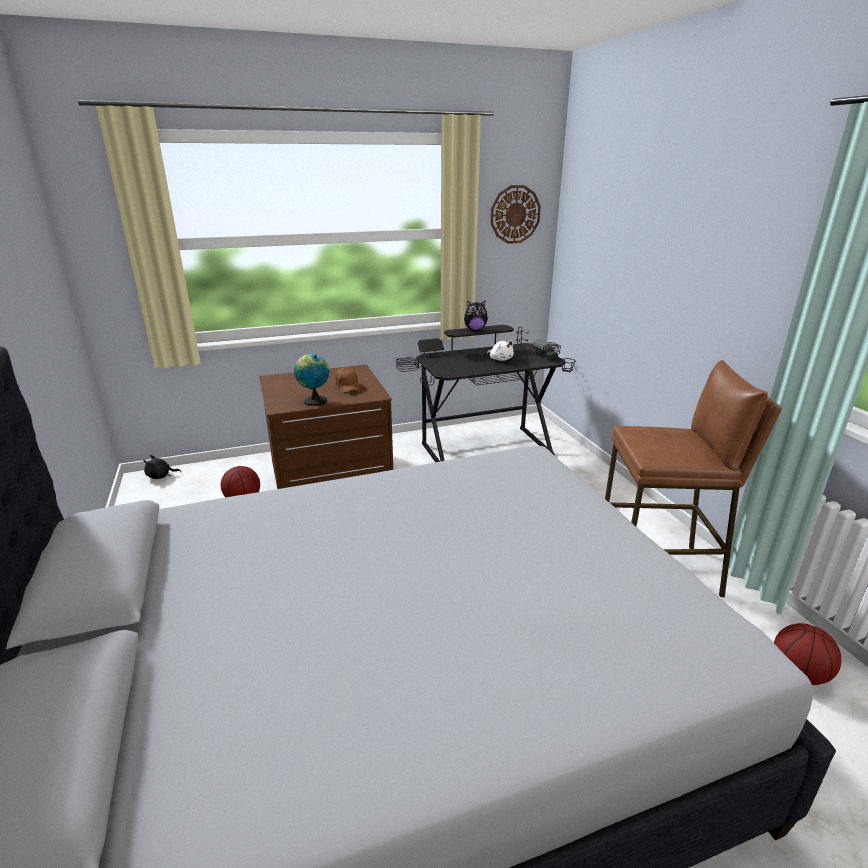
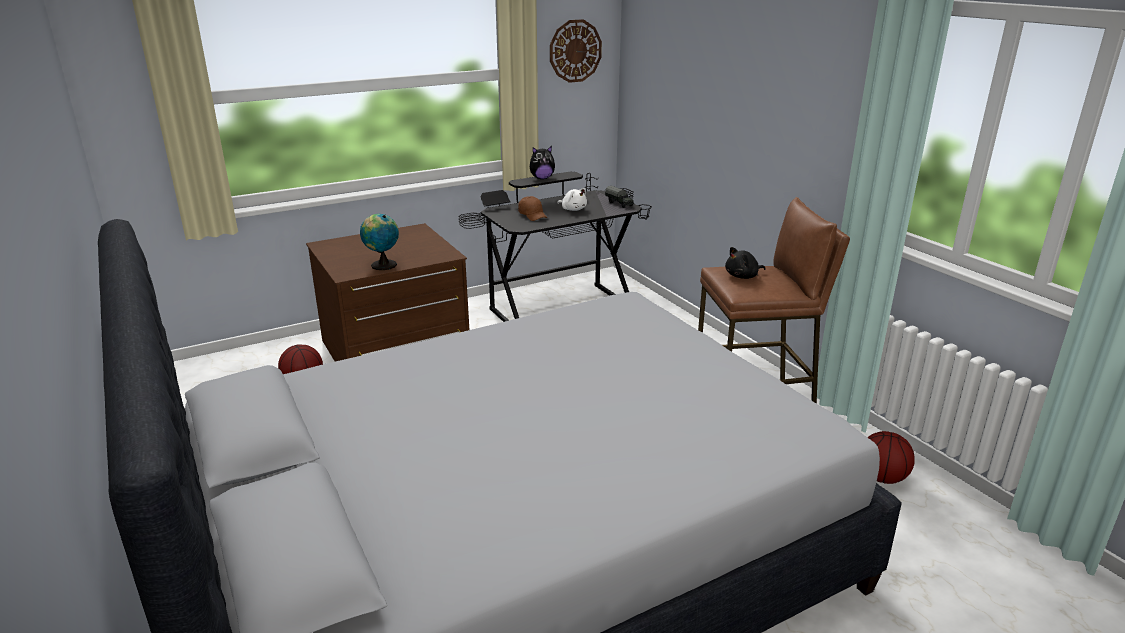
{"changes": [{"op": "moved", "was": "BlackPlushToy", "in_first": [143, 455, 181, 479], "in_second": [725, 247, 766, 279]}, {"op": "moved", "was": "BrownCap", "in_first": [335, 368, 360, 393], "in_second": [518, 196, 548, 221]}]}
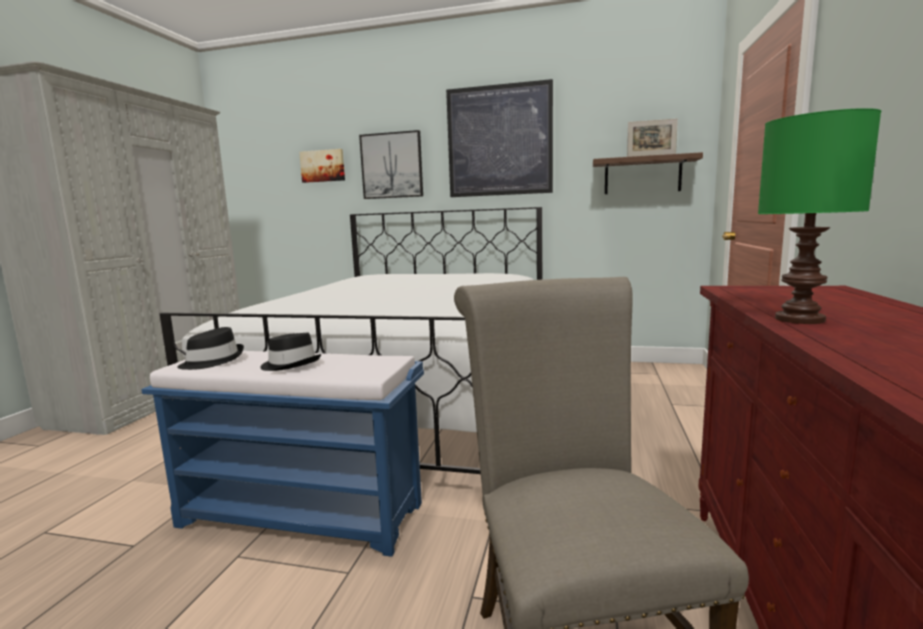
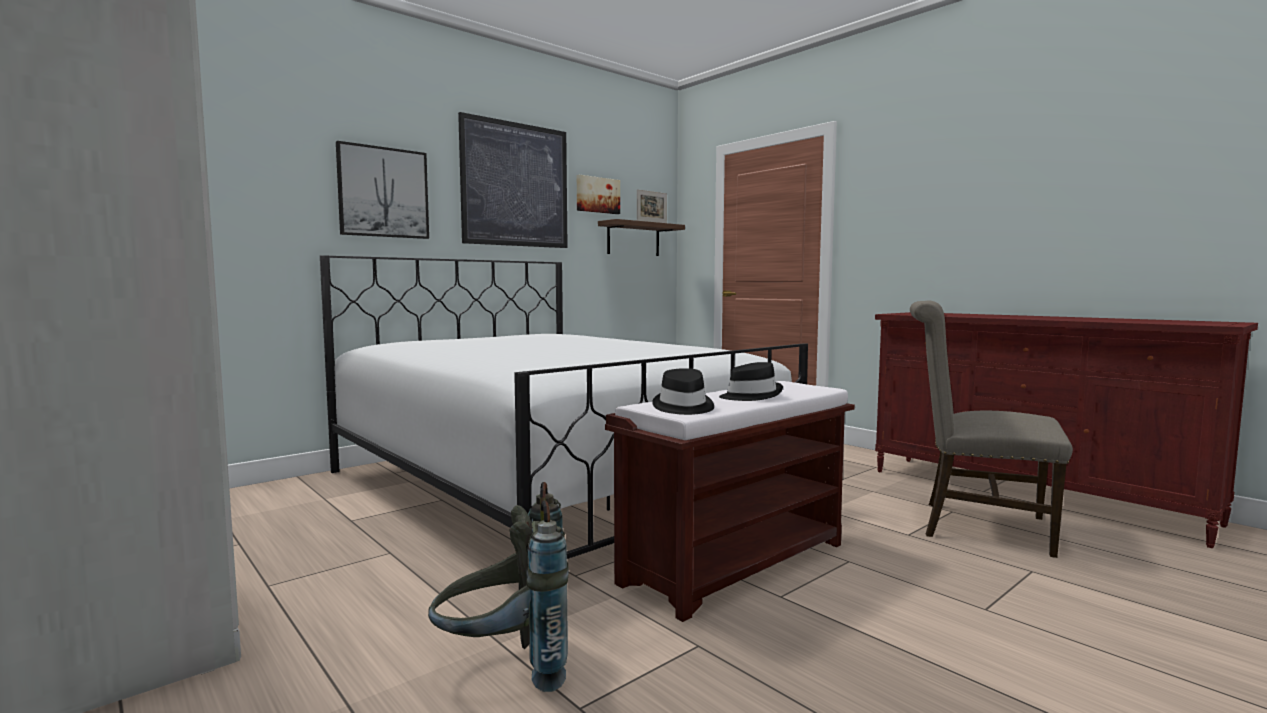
{"changes": [{"op": "removed", "was": "GreenTableLamp", "in_first": [758, 108, 881, 324]}, {"op": "added", "now": "GreyBackpack", "in_second": [428, 482, 569, 692]}, {"op": "moved", "was": "Picture", "in_first": [299, 149, 345, 183], "in_second": [577, 175, 620, 214]}, {"op": "recoloured", "was": "BlueBench", "now": "BrownBench", "in_first": [141, 351, 424, 557], "in_second": [605, 381, 855, 622]}]}
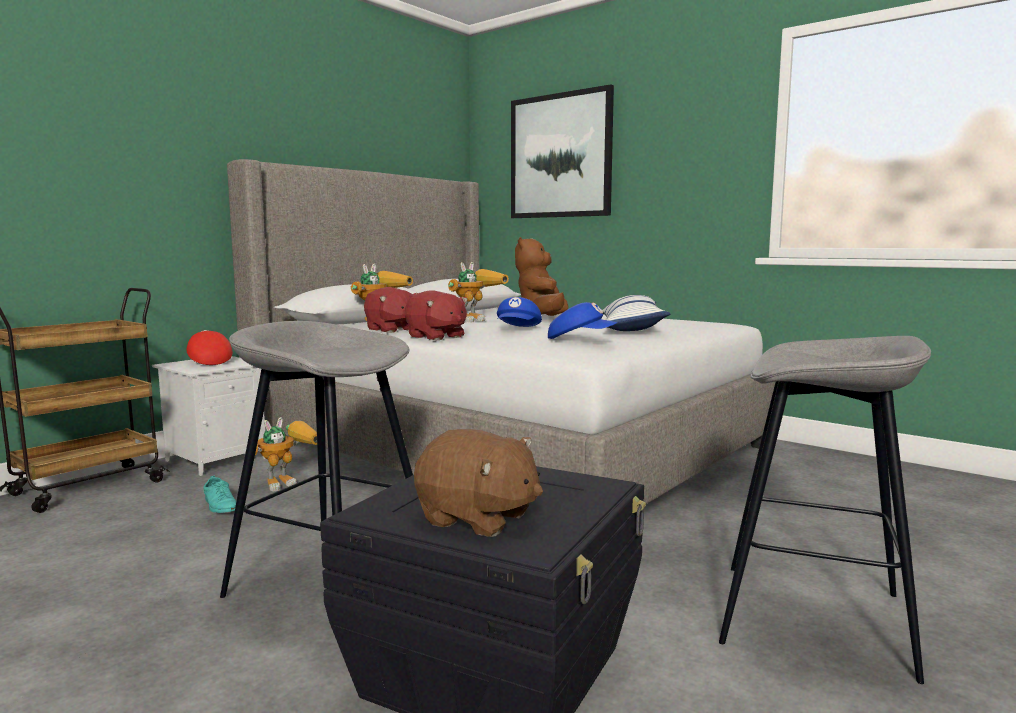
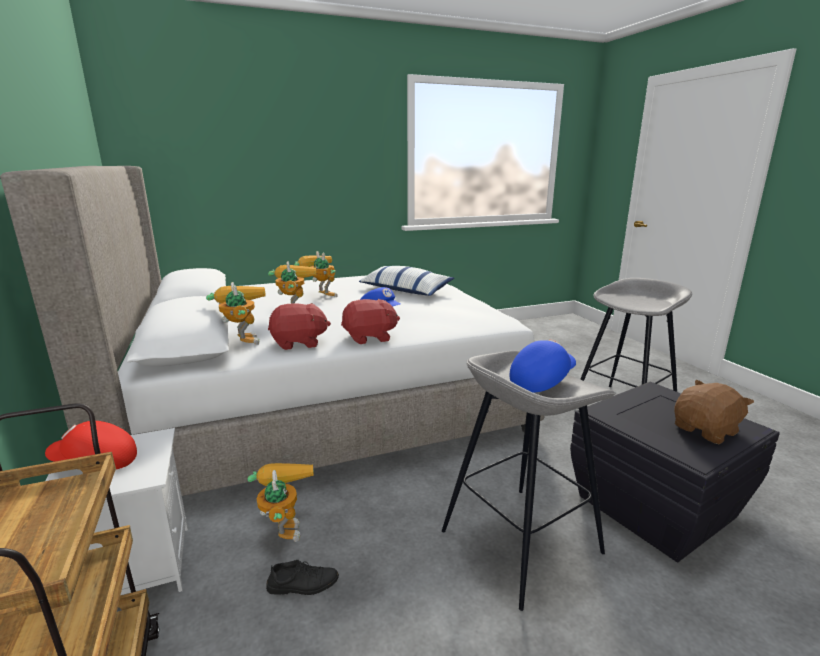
{"changes": [{"op": "removed", "was": "Picture", "in_first": [511, 84, 614, 218]}, {"op": "moved", "was": "BlueCap", "in_first": [548, 302, 617, 339], "in_second": [509, 340, 576, 393]}, {"op": "replaced", "was": "BrownPlushToy", "now": "ToyRobot", "in_first": [515, 237, 569, 316], "in_second": [294, 251, 338, 297]}, {"op": "recoloured", "was": "TurquoiseShoe", "now": "BlackShoe", "in_first": [203, 476, 236, 513], "in_second": [266, 560, 339, 595]}]}
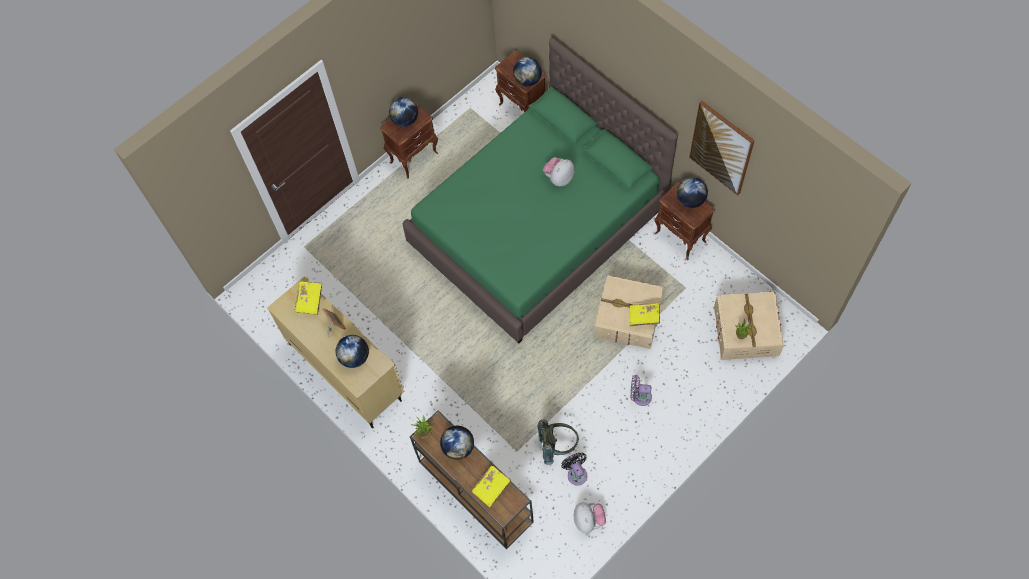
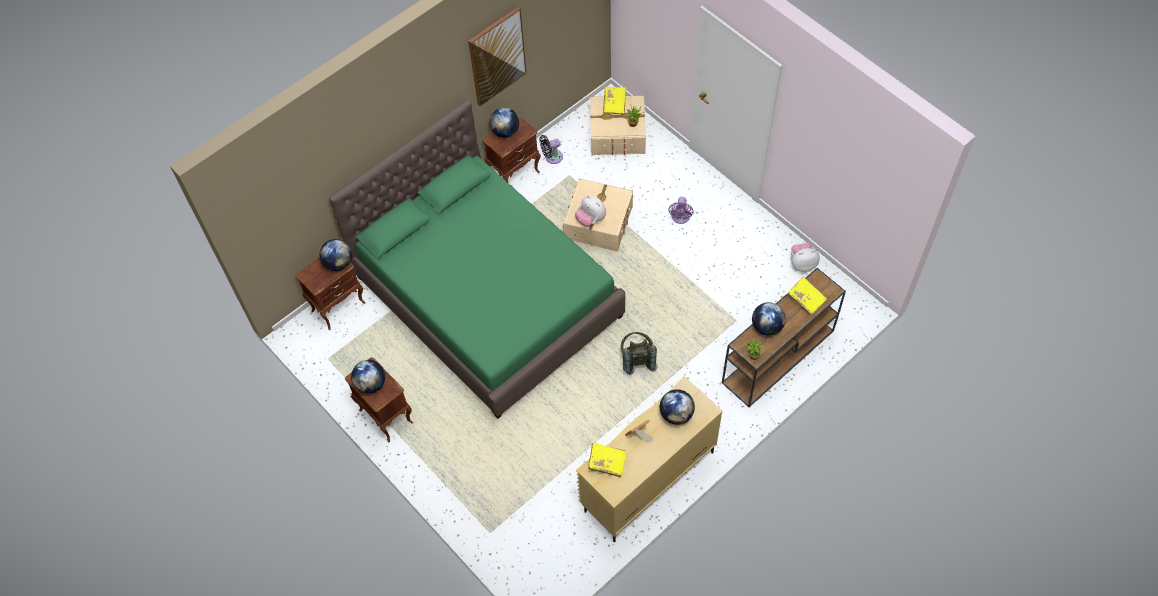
{"changes": [{"op": "moved", "was": "GreyBackpack", "in_first": [537, 420, 579, 465], "in_second": [621, 332, 658, 375]}, {"op": "moved", "was": "PlushToy", "in_first": [543, 157, 575, 186], "in_second": [575, 195, 606, 226]}, {"op": "moved", "was": "BlackFan", "in_first": [561, 453, 587, 486], "in_second": [539, 135, 563, 164]}, {"op": "moved", "was": "YellowBook", "in_first": [629, 302, 660, 326], "in_second": [603, 87, 626, 114]}]}
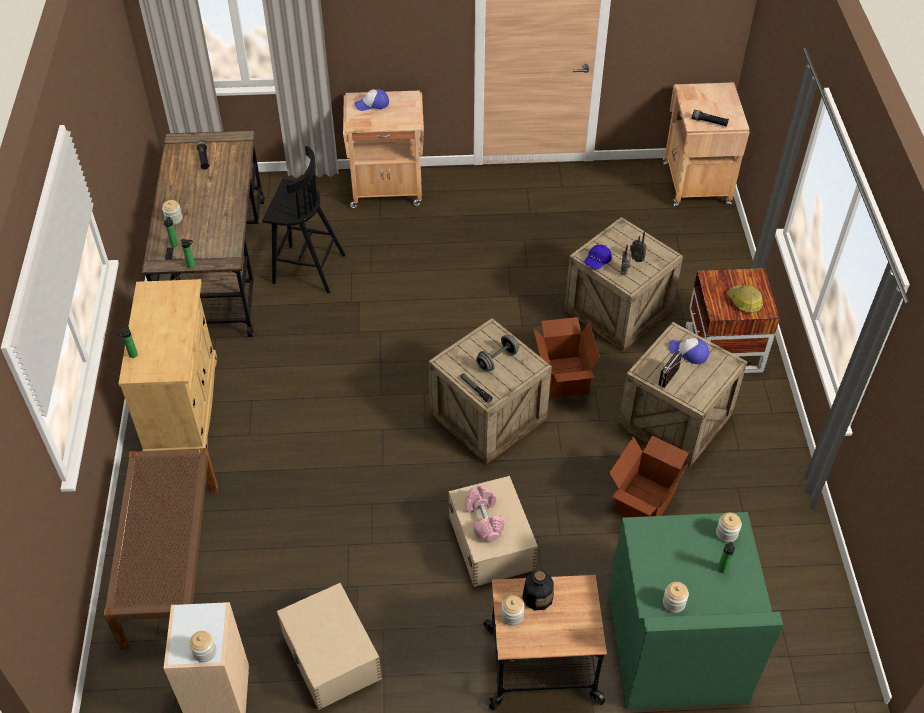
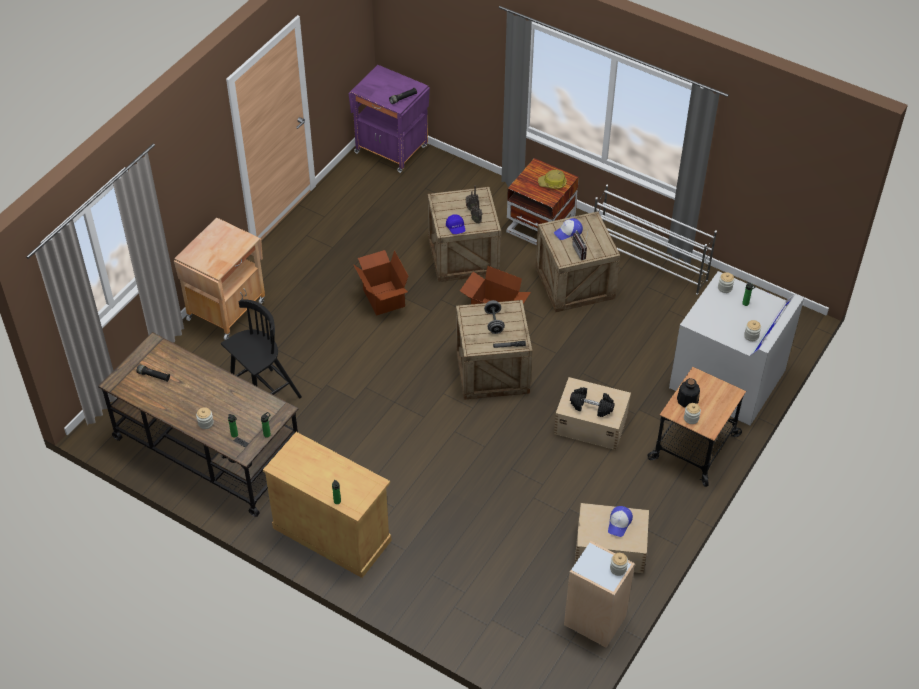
{"changes": [{"op": "removed", "was": "BrownBench", "in_first": [104, 448, 218, 650]}, {"op": "added", "now": "WhiteShoeRack", "in_second": [594, 185, 717, 295]}, {"op": "moved", "was": "Cap", "in_first": [354, 89, 389, 111], "in_second": [608, 506, 633, 537]}, {"op": "moved", "was": "CardboardBox", "in_first": [609, 436, 690, 517], "in_second": [353, 250, 408, 316]}, {"op": "recoloured", "was": "PinkDumbbell", "now": "BlackDumbbell", "in_first": [465, 485, 505, 542], "in_second": [570, 387, 615, 417]}, {"op": "recoloured", "was": "GreenWashingMachine", "now": "WhiteWashingMachine", "in_first": [609, 512, 783, 709], "in_second": [669, 271, 804, 426]}, {"op": "recoloured", "was": "BrownCart", "now": "PurpleCart", "in_first": [663, 82, 750, 206], "in_second": [349, 65, 430, 173]}]}
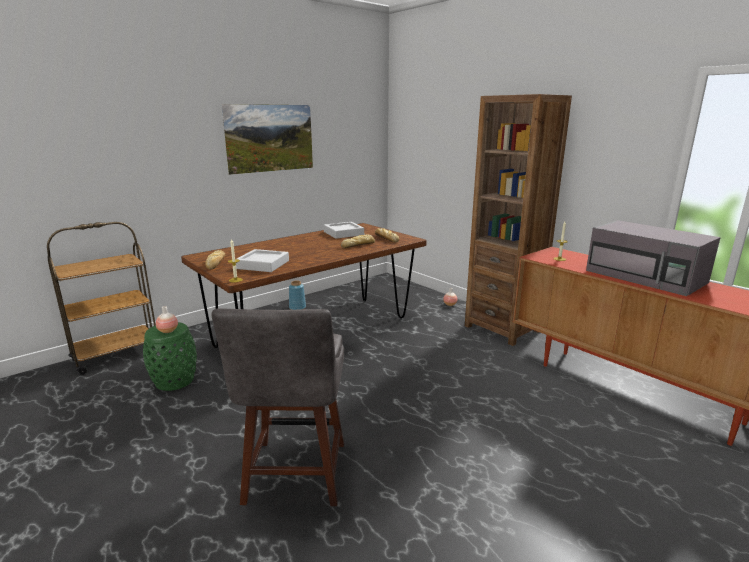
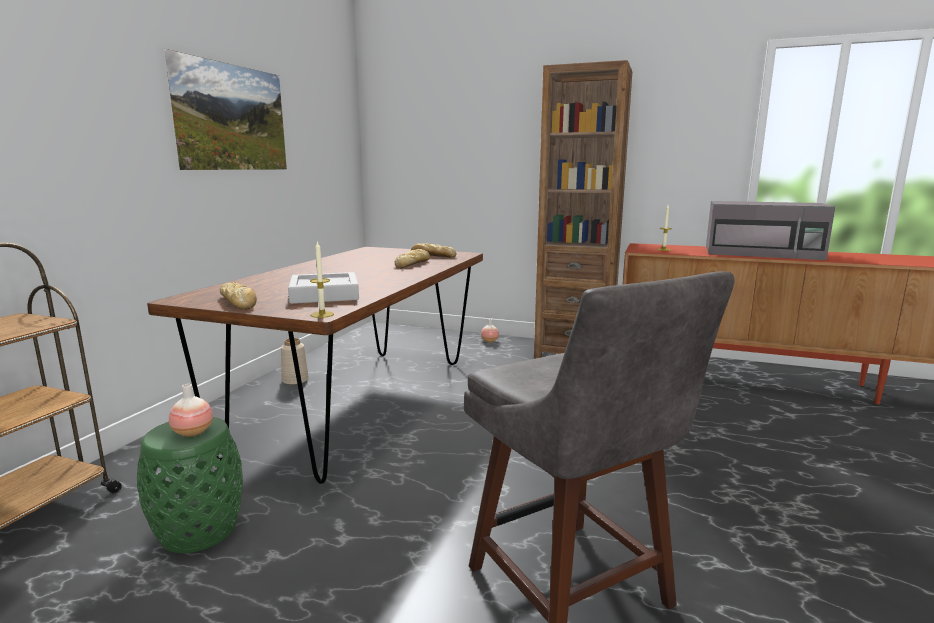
{"changes": [{"op": "removed", "was": "GreyTray", "in_first": [324, 222, 364, 239]}, {"op": "recoloured", "was": "BlueVase", "now": "BeigeVase", "in_first": [289, 281, 306, 310], "in_second": [281, 338, 309, 385]}]}
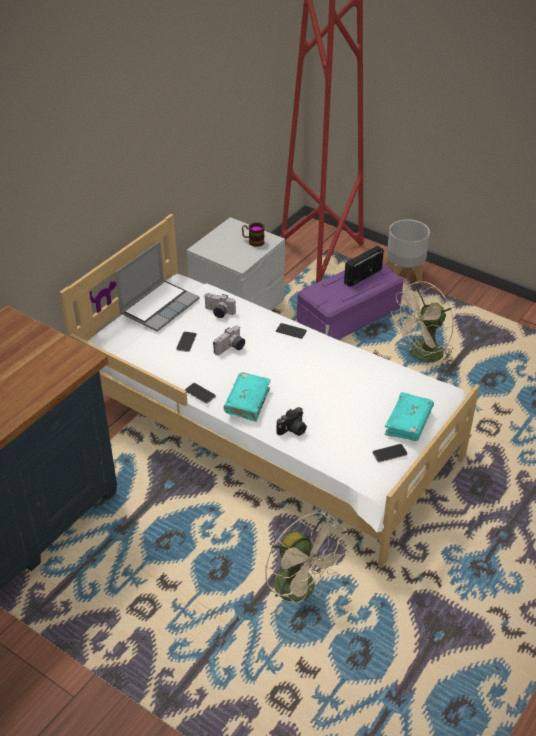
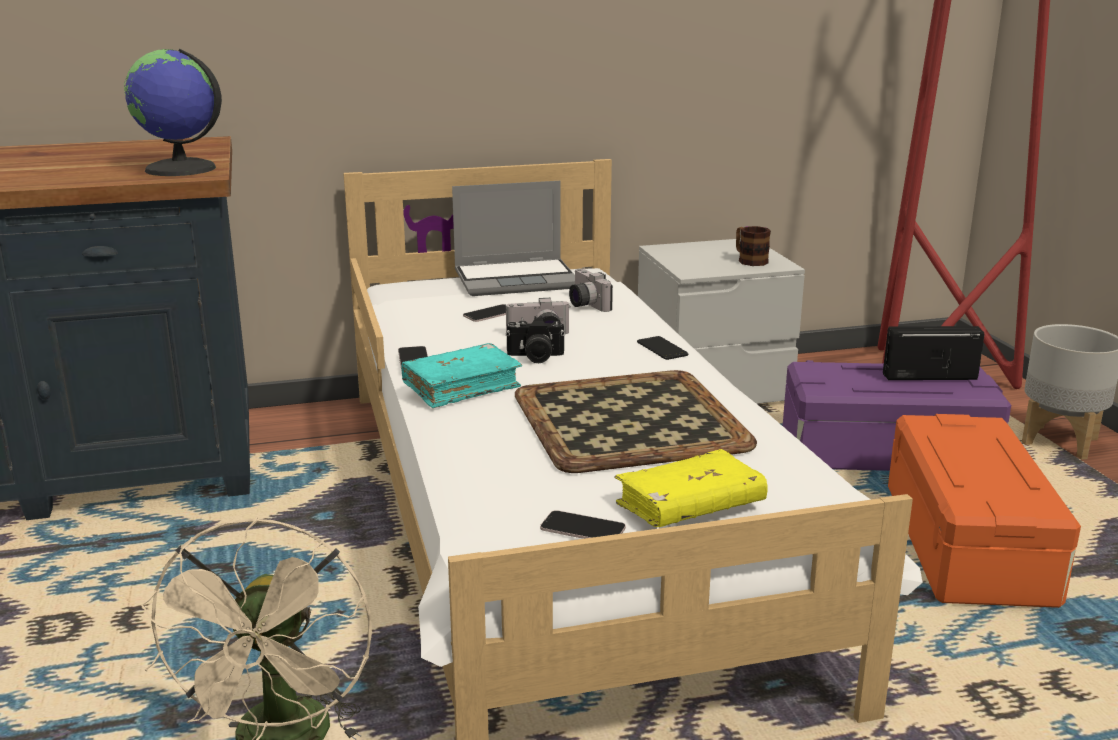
{"changes": [{"op": "added", "now": "Globe", "in_second": [124, 49, 222, 176]}, {"op": "added", "now": "Tray", "in_second": [515, 370, 757, 473]}, {"op": "moved", "was": "PhotoCamera", "in_first": [277, 407, 307, 436], "in_second": [506, 316, 565, 363]}, {"op": "replaced", "was": "BeigeFan", "now": "OrangeStorageBox", "in_first": [391, 281, 454, 367], "in_second": [888, 414, 1081, 608]}, {"op": "recoloured", "was": "TurquoiseBook", "now": "YellowBook", "in_first": [385, 392, 434, 441], "in_second": [614, 449, 767, 527]}]}
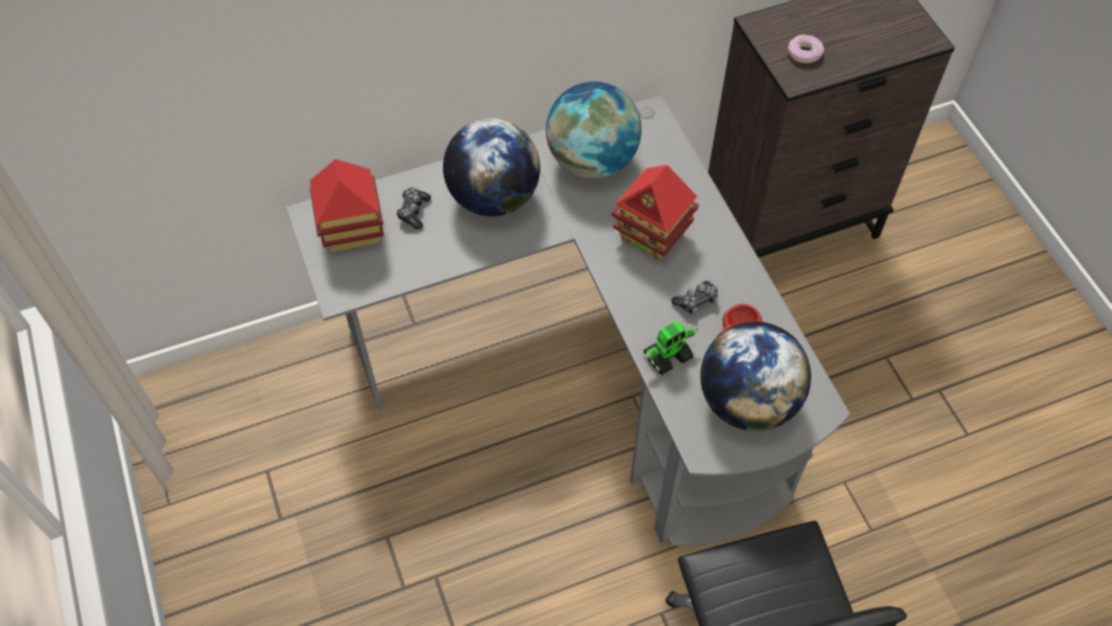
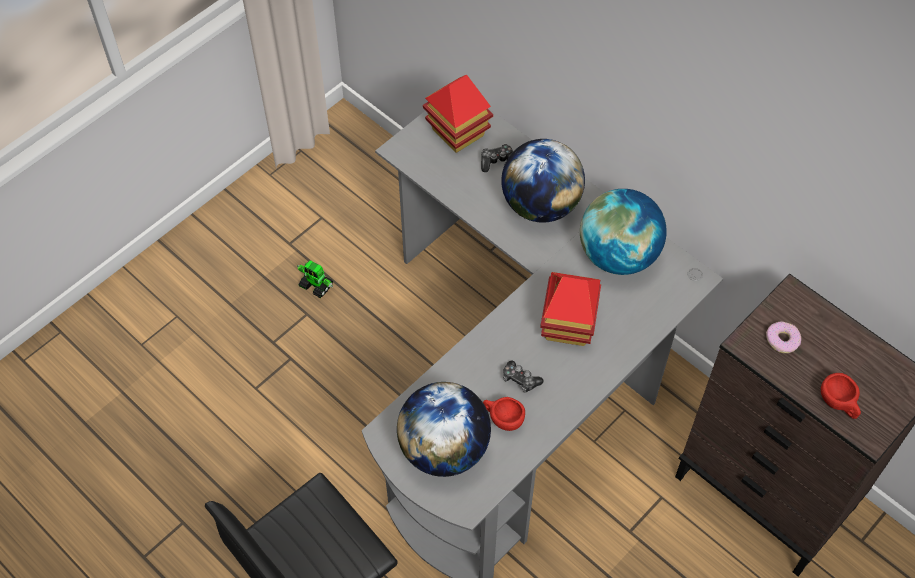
{"changes": [{"op": "added", "now": "RedCup", "in_second": [821, 373, 861, 419]}, {"op": "moved", "was": "ToyRobot", "in_first": [643, 320, 698, 375], "in_second": [297, 260, 333, 298]}]}
